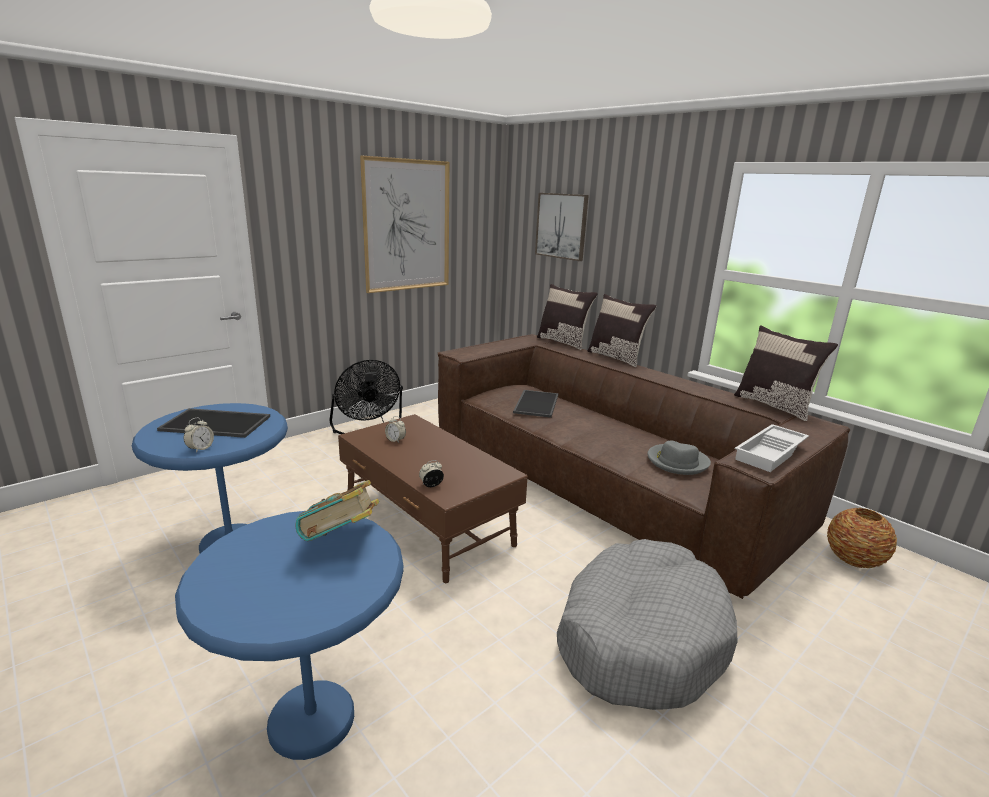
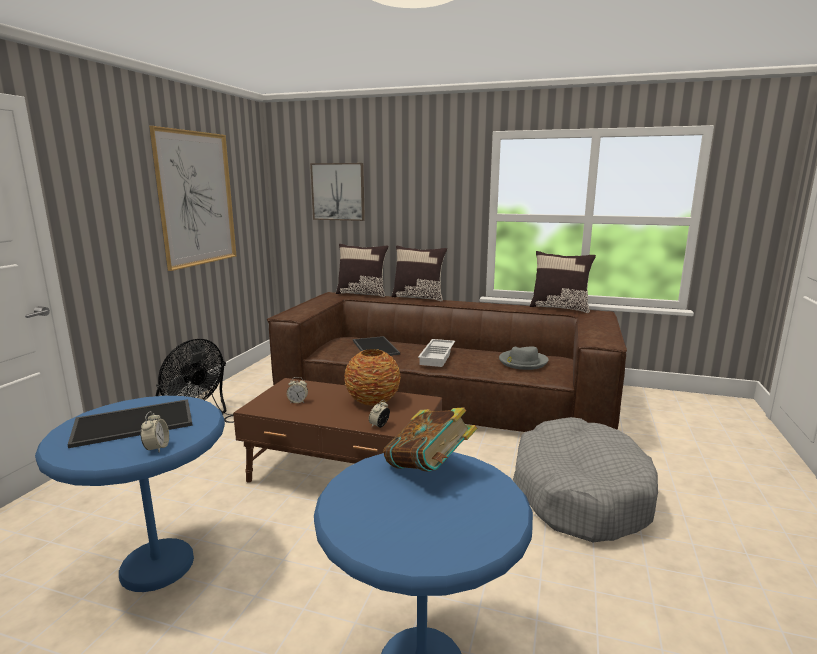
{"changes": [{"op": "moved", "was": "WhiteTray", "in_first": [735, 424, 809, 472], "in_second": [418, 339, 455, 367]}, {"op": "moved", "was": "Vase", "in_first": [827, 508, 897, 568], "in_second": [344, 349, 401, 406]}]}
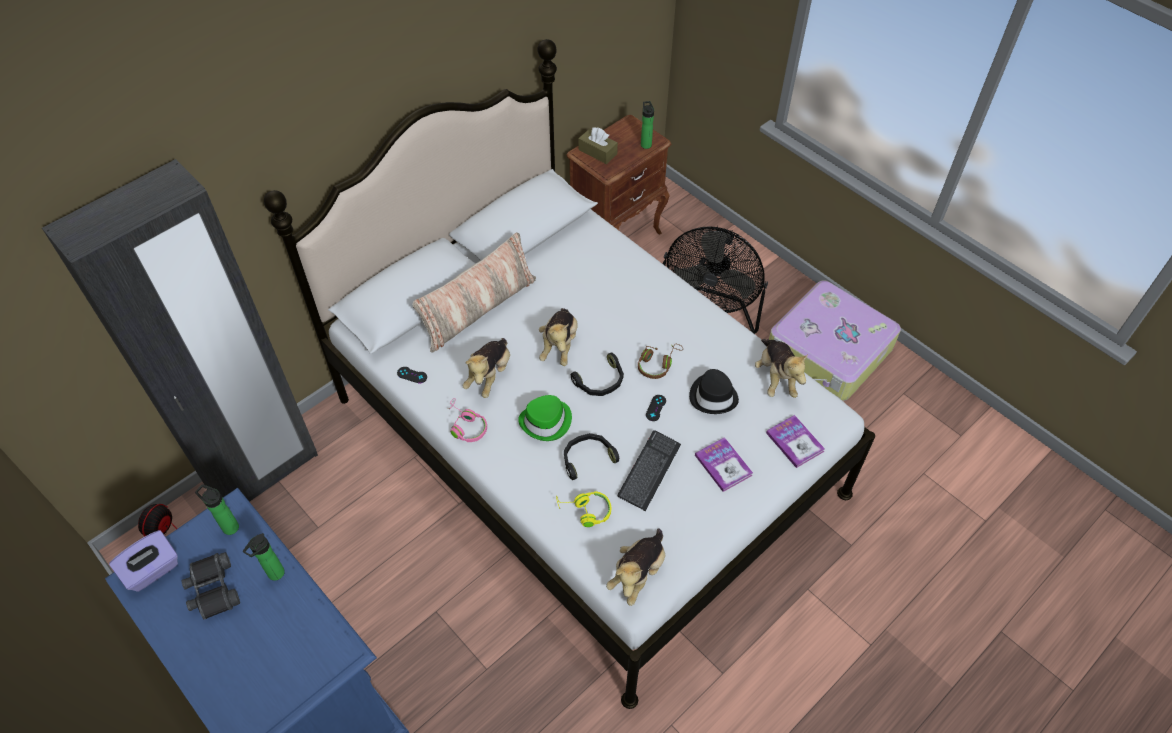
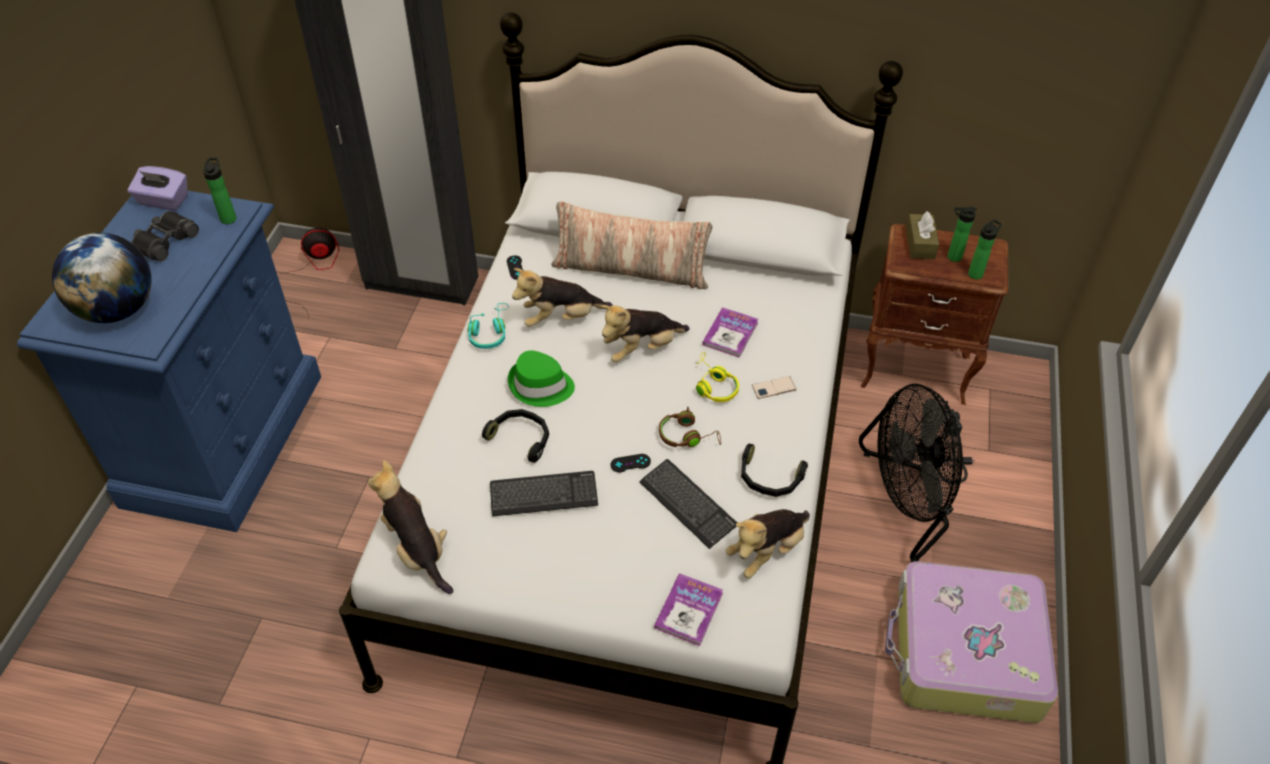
{"changes": [{"op": "added", "now": "Globe", "in_second": [52, 233, 152, 323]}, {"op": "added", "now": "Phone", "in_second": [752, 376, 797, 399]}, {"op": "moved", "was": "Bottle", "in_first": [243, 533, 285, 581], "in_second": [948, 207, 977, 262]}, {"op": "moved", "was": "YellowHeadphones", "in_first": [556, 491, 611, 527], "in_second": [696, 352, 739, 402]}, {"op": "moved", "was": "BlackHeadphones", "in_first": [571, 352, 624, 396], "in_second": [741, 444, 808, 497]}, {"op": "moved", "was": "Book", "in_first": [695, 437, 753, 492], "in_second": [702, 307, 758, 358]}, {"op": "replaced", "was": "BlackHat", "now": "Keyboard", "in_first": [689, 369, 739, 414], "in_second": [639, 459, 737, 549]}, {"op": "recoloured", "was": "PinkHeadphones", "now": "TurquoiseHeadphones", "in_first": [448, 398, 487, 442], "in_second": [468, 303, 509, 349]}, {"op": "turned", "was": "PlushToy", "in_first": [606, 528, 665, 606], "in_second": [368, 460, 453, 594], "clockwise": 60}]}
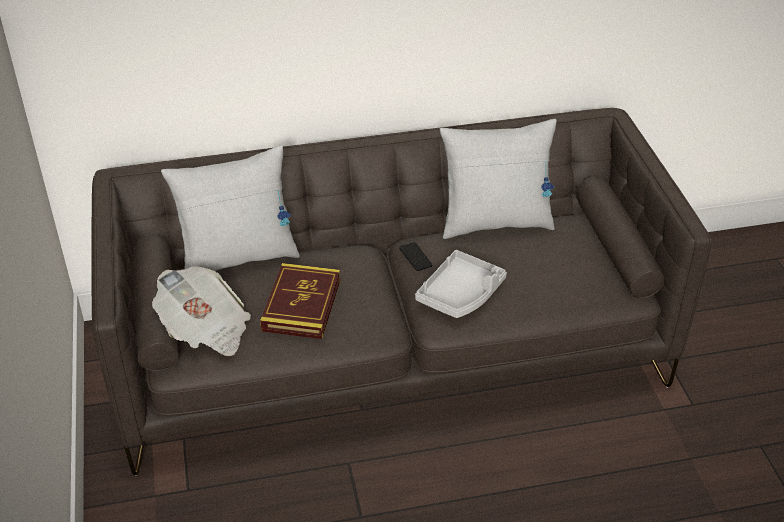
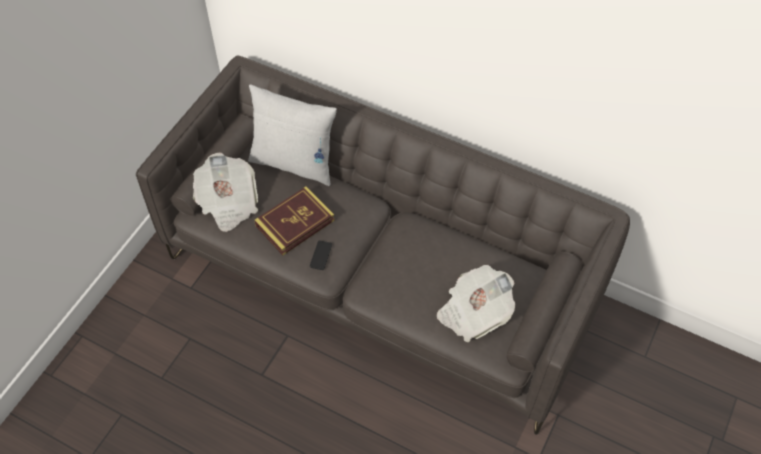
{"changes": [{"op": "removed", "was": "GreyTray", "in_first": [415, 250, 507, 318]}, {"op": "removed", "was": "GreyPillow", "in_first": [439, 119, 557, 239]}, {"op": "added", "now": "Newspaper", "in_second": [437, 265, 515, 342]}, {"op": "moved", "was": "Phone", "in_first": [399, 242, 432, 271], "in_second": [310, 241, 332, 270]}]}
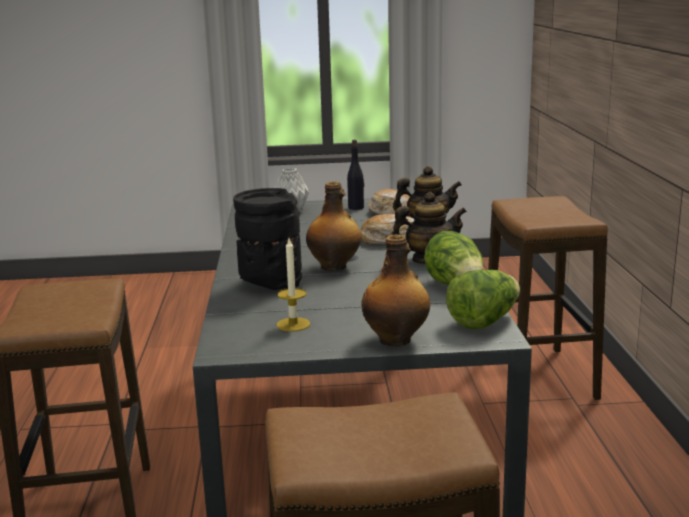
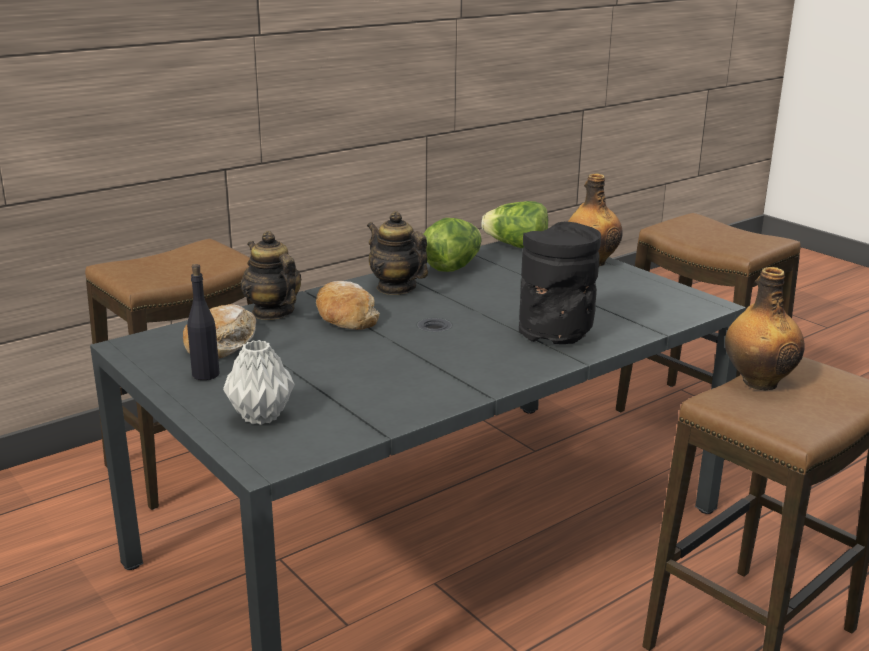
{"changes": [{"op": "removed", "was": "Candle", "in_first": [277, 239, 310, 332]}, {"op": "moved", "was": "Bottle", "in_first": [306, 181, 361, 271], "in_second": [725, 267, 805, 390]}]}
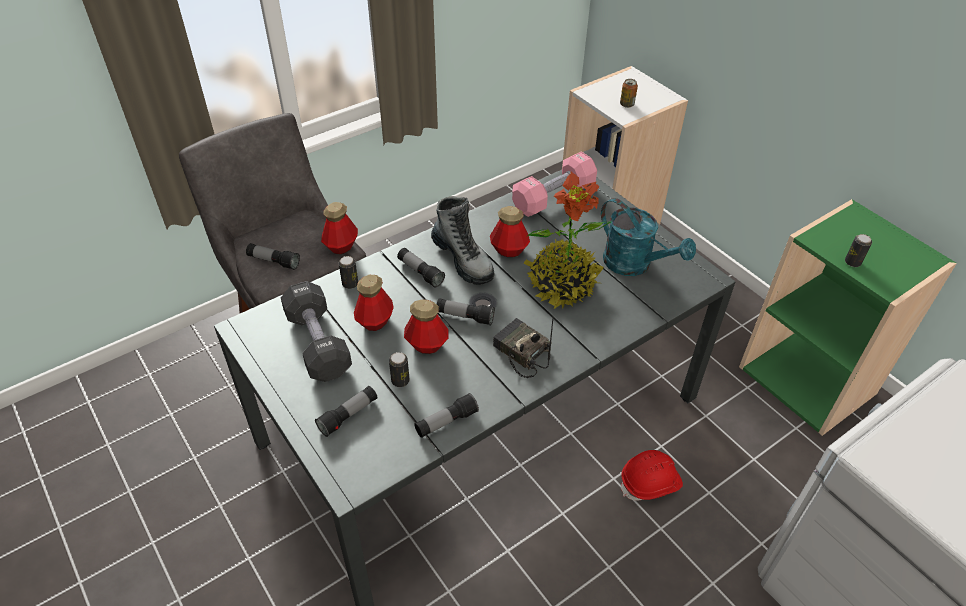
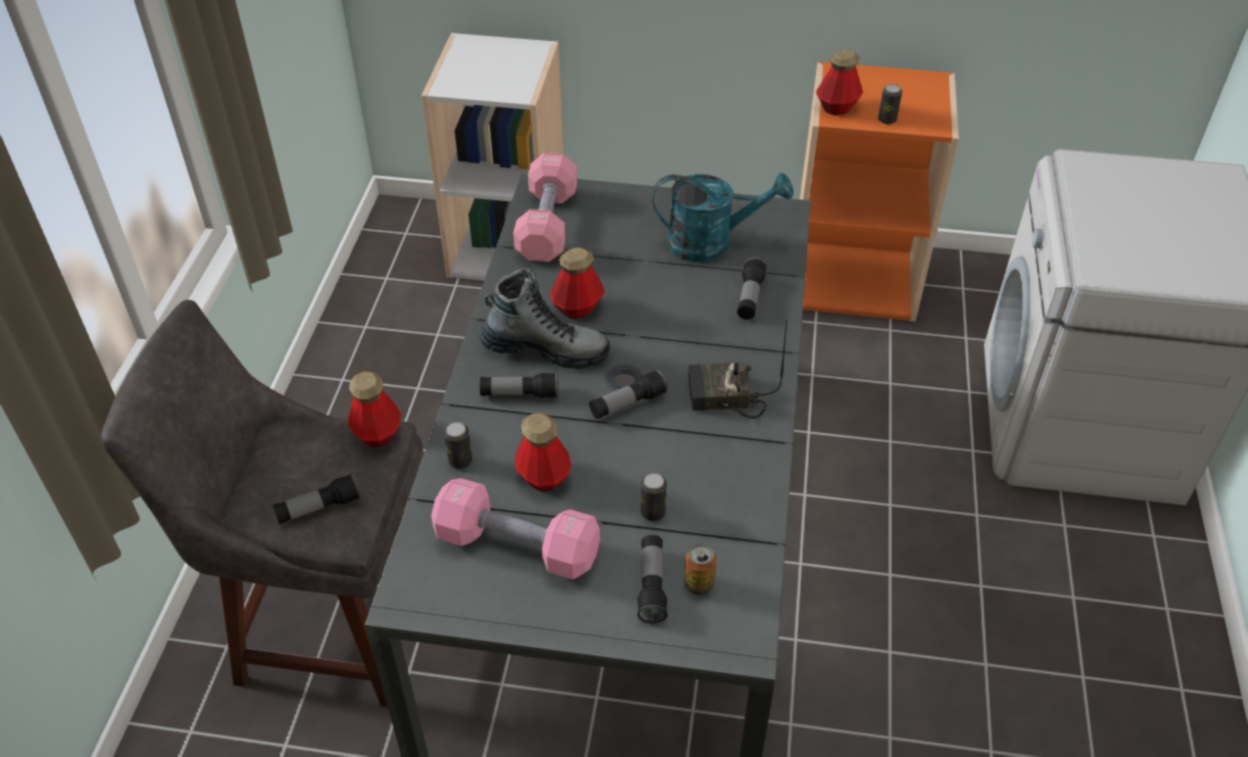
{"changes": [{"op": "removed", "was": "PottedPlant", "in_first": [523, 172, 611, 309]}, {"op": "removed", "was": "RedHardHat", "in_first": [621, 450, 683, 501]}, {"op": "moved", "was": "Bottle", "in_first": [404, 299, 448, 354], "in_second": [816, 49, 863, 115]}, {"op": "moved", "was": "Flashlight", "in_first": [414, 393, 479, 438], "in_second": [737, 257, 767, 320]}, {"op": "moved", "was": "Can", "in_first": [620, 79, 638, 108], "in_second": [684, 544, 716, 595]}, {"op": "recoloured", "was": "BlackDumbbell", "now": "PinkDumbbell", "in_first": [281, 281, 352, 382], "in_second": [431, 478, 600, 580]}, {"op": "recoloured", "was": "GreenBookcase", "now": "OrangeBookcase", "in_first": [739, 199, 957, 436], "in_second": [800, 62, 959, 322]}]}
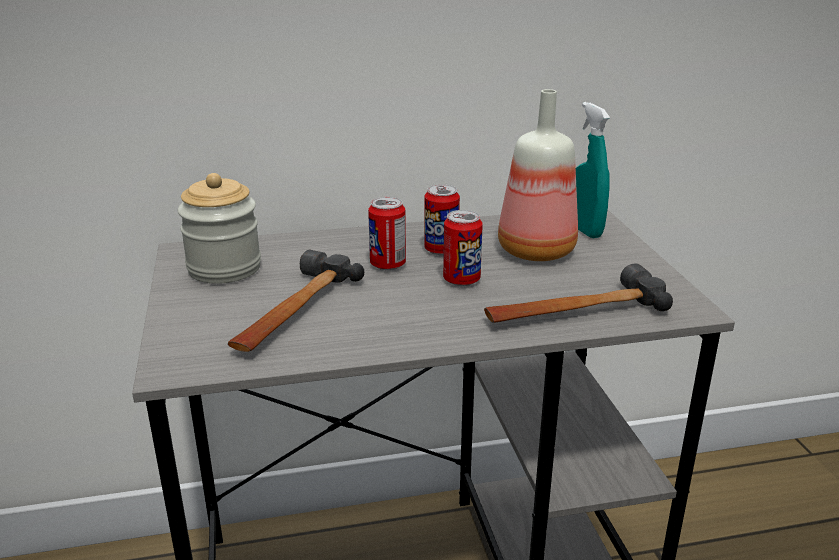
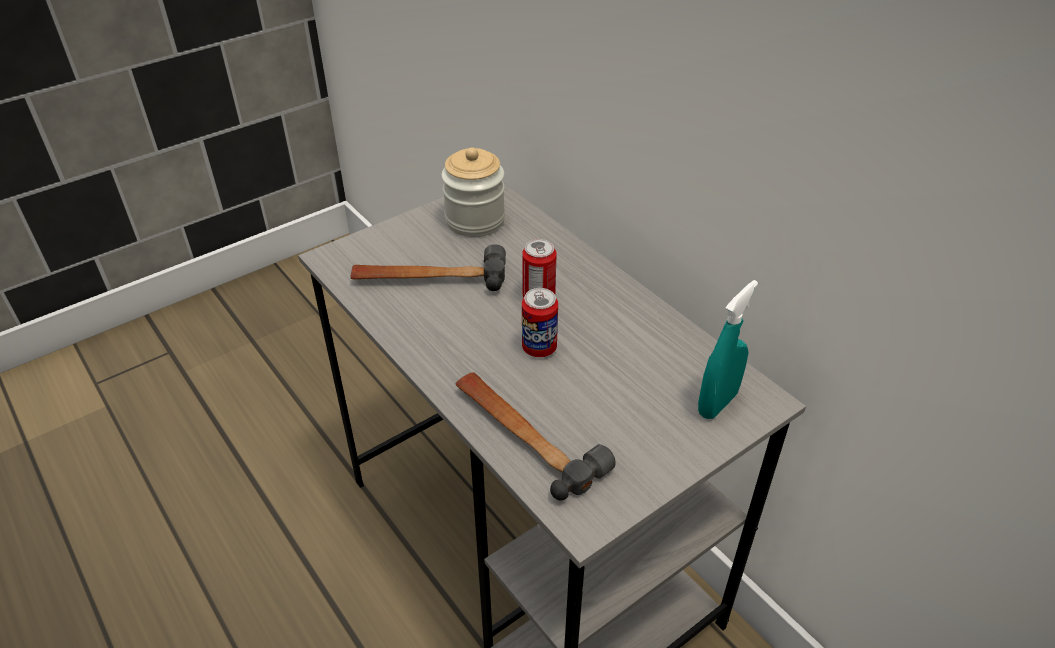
{"changes": [{"op": "removed", "was": "Can", "in_first": [424, 184, 460, 255]}, {"op": "removed", "was": "Bottle", "in_first": [498, 89, 578, 261]}]}
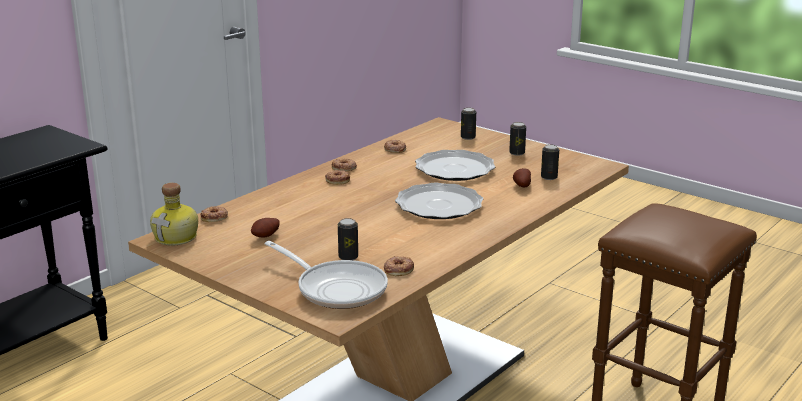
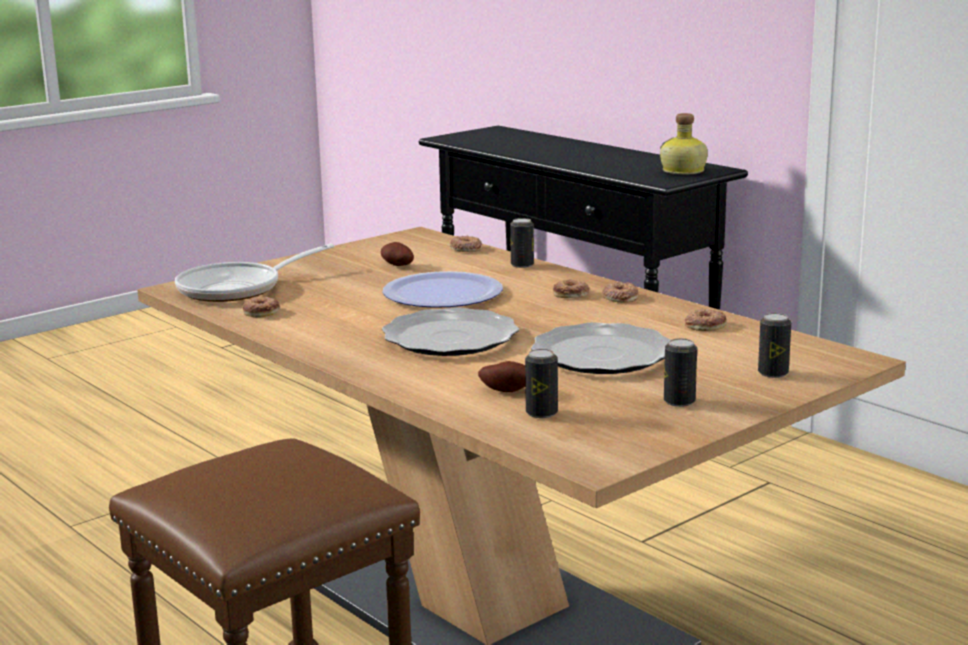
{"changes": [{"op": "added", "now": "Plate", "in_second": [383, 271, 503, 308]}, {"op": "moved", "was": "Bottle", "in_first": [150, 183, 198, 246], "in_second": [660, 113, 708, 175]}, {"op": "moved", "was": "Can", "in_first": [338, 218, 358, 260], "in_second": [510, 218, 534, 268]}]}
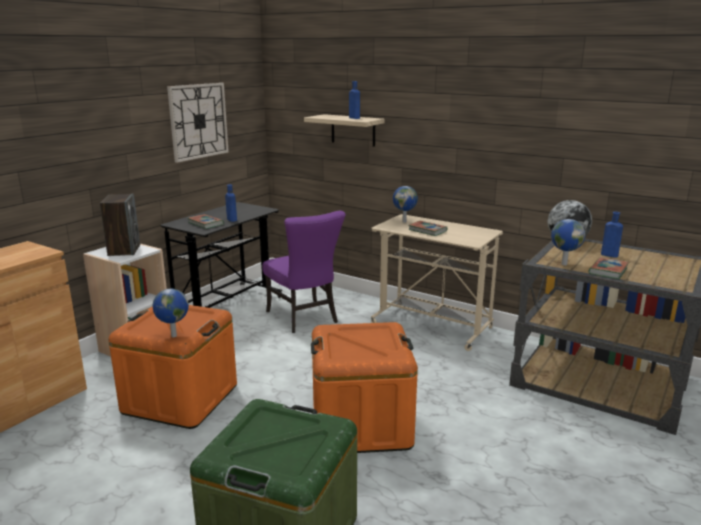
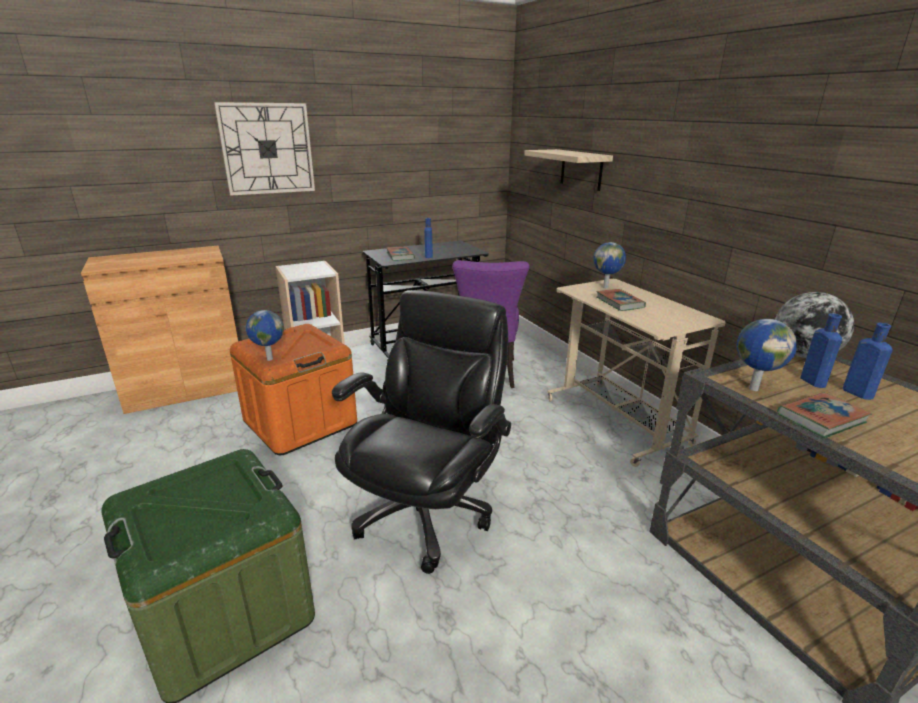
{"changes": [{"op": "removed", "was": "Speaker", "in_first": [100, 193, 140, 256]}, {"op": "moved", "was": "WallClock", "in_first": [167, 83, 229, 163], "in_second": [214, 102, 315, 196]}, {"op": "moved", "was": "BlueBottle", "in_first": [349, 81, 360, 119], "in_second": [800, 313, 842, 388]}, {"op": "replaced", "was": "OrangeStorageBox", "now": "BlackOfficeChair", "in_first": [311, 322, 418, 453], "in_second": [332, 290, 511, 574]}]}
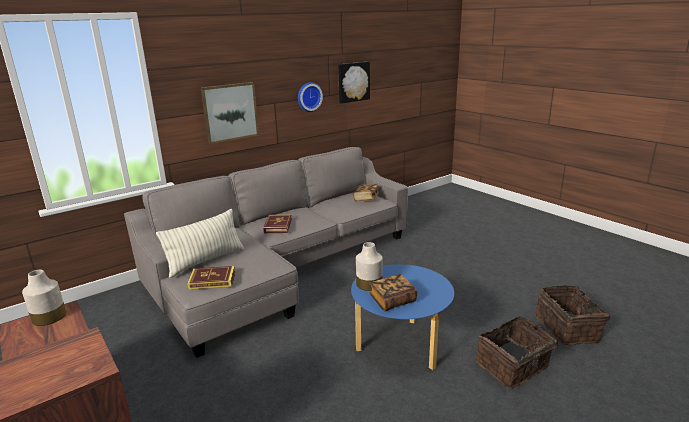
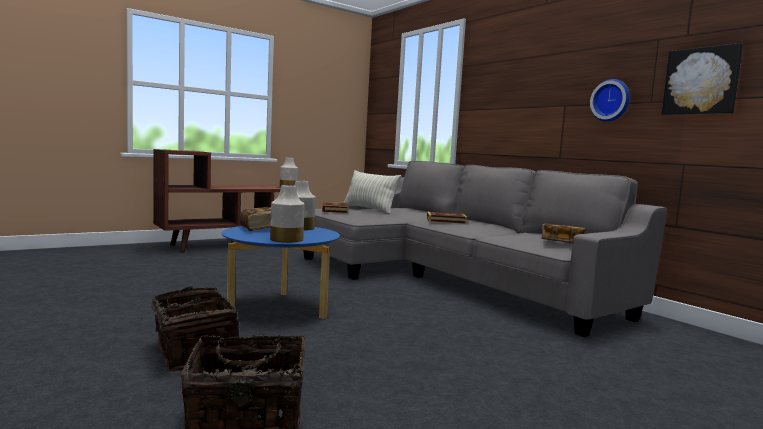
{"changes": [{"op": "removed", "was": "Picture", "in_first": [201, 82, 259, 144]}, {"op": "added", "now": "BeigeVase", "in_second": [270, 185, 305, 243]}]}
